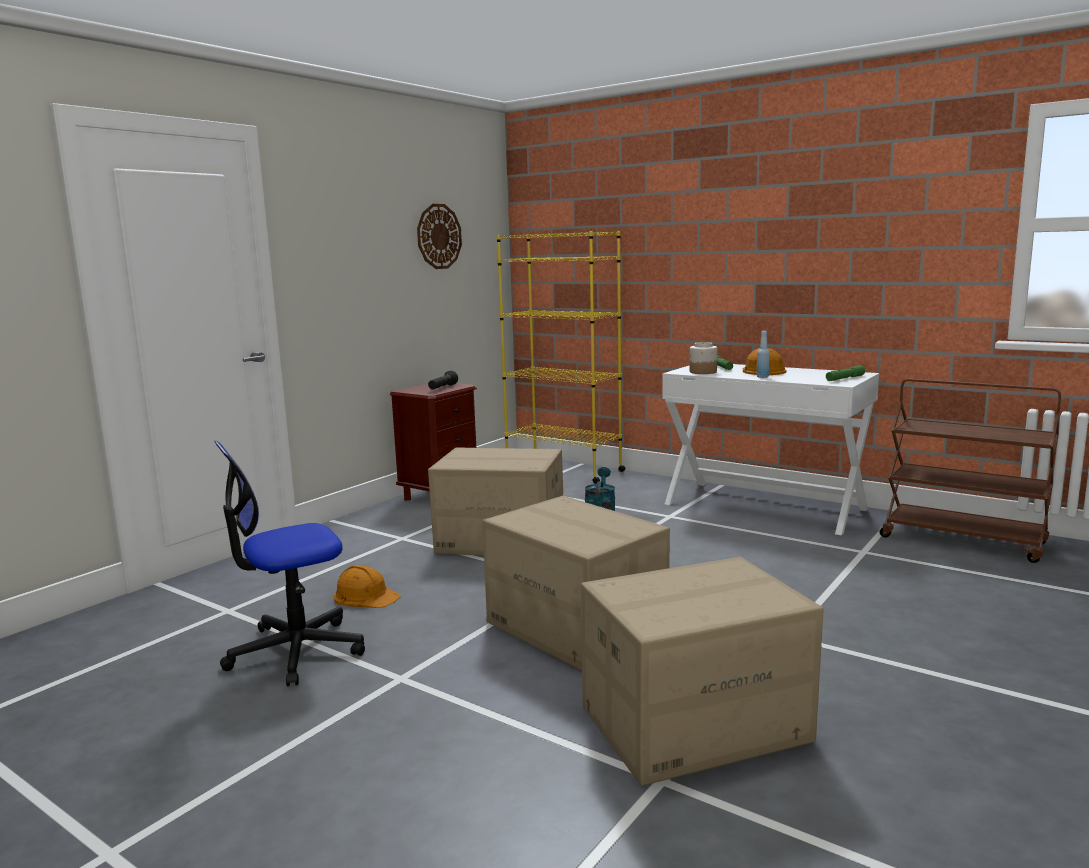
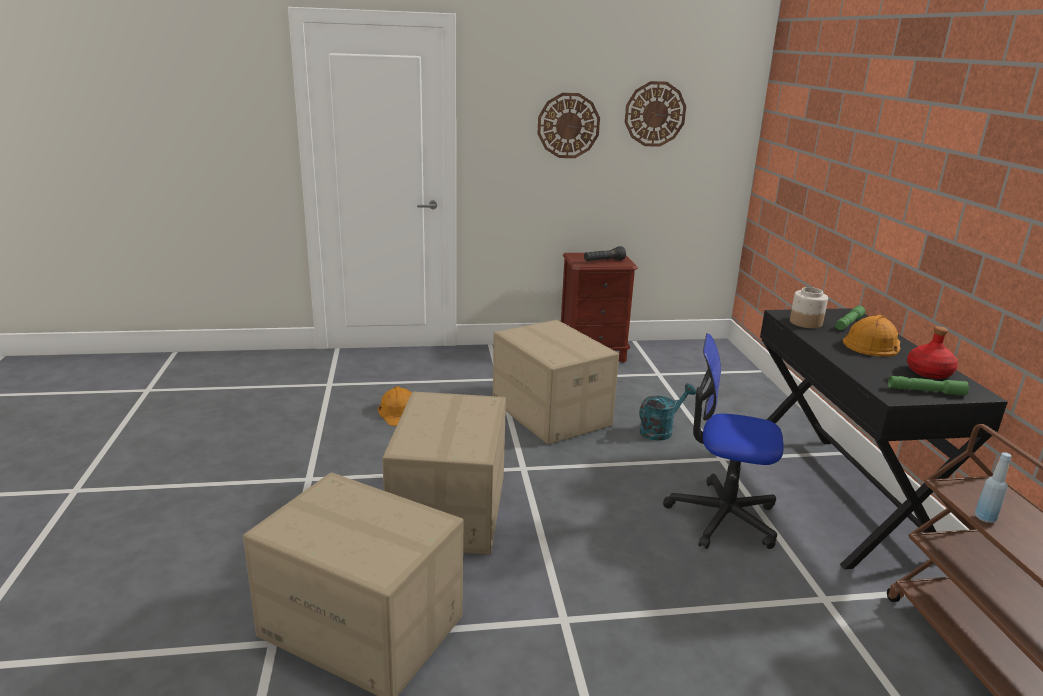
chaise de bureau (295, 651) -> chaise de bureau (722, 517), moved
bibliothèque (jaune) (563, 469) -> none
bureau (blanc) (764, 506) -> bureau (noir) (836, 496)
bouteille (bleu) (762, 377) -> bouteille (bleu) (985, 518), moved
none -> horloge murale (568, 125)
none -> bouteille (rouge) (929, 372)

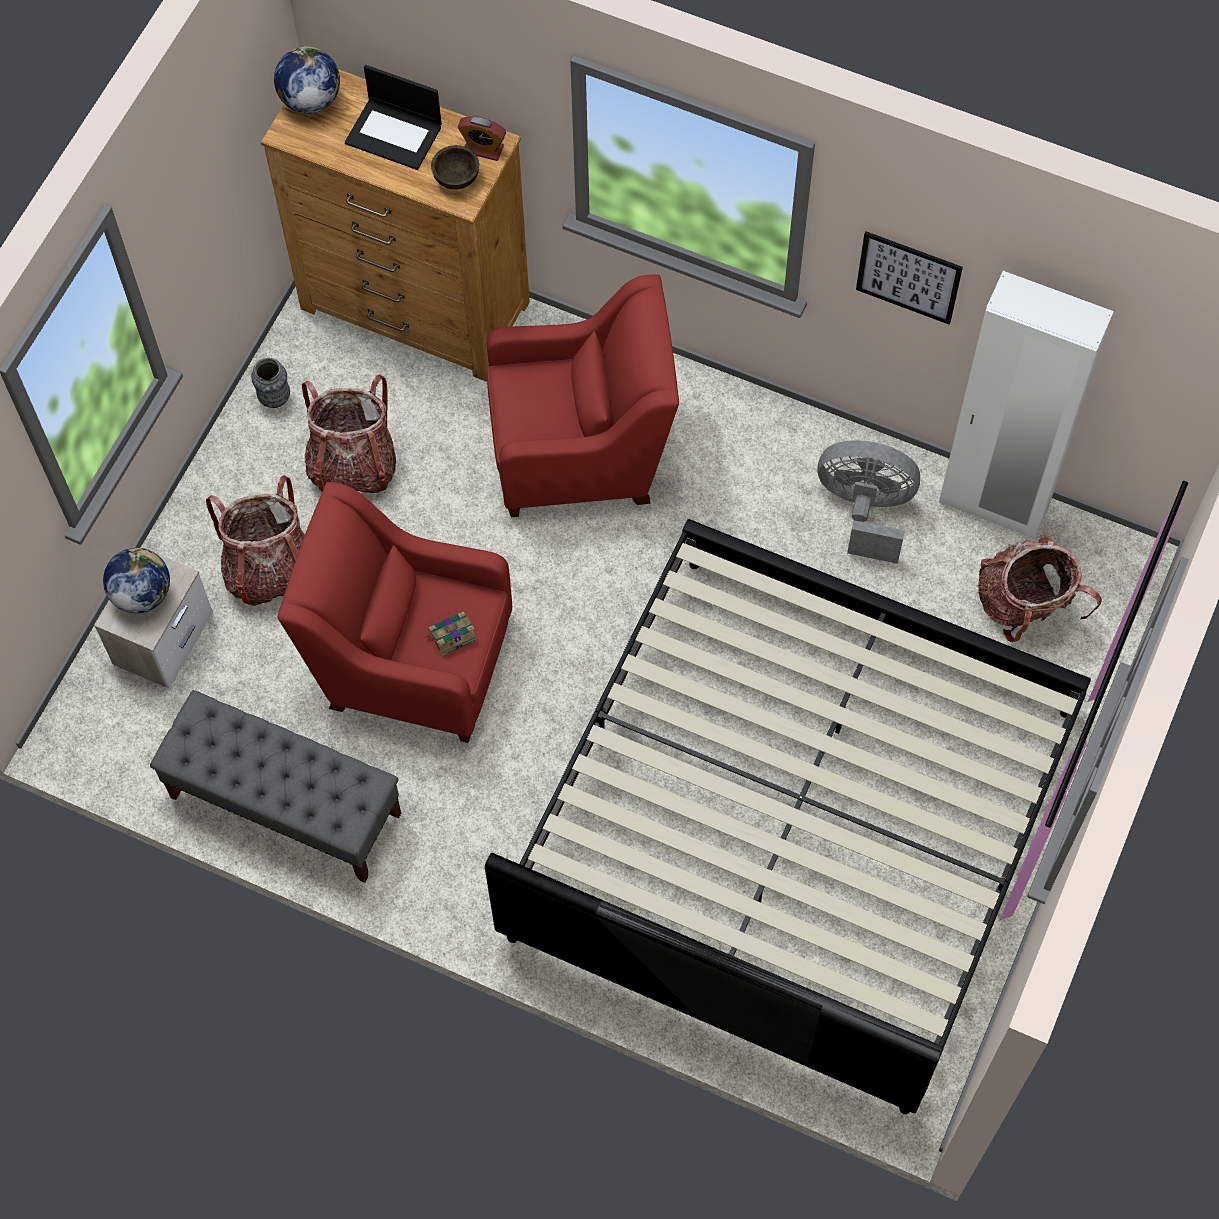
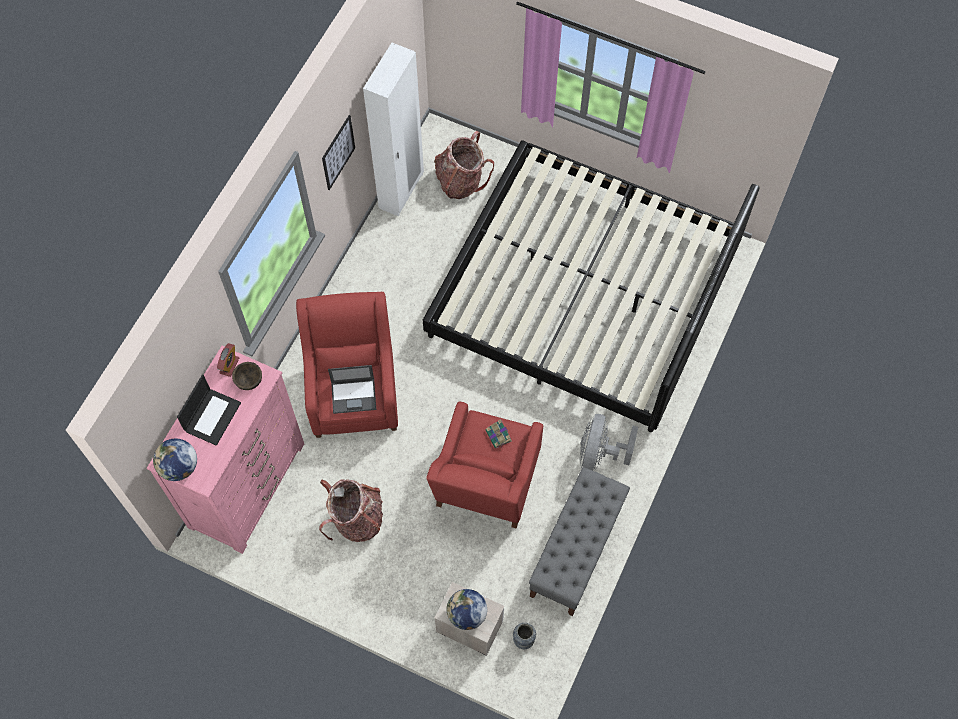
sac à dos (270, 570) -> none
vase (275, 399) -> vase (523, 640), moved
commode (marron) (415, 306) -> commode (rose) (247, 485)
ventilateur (gris) (865, 510) -> ventilateur (gris) (599, 454), moved
none -> ordinateur portable (354, 395)

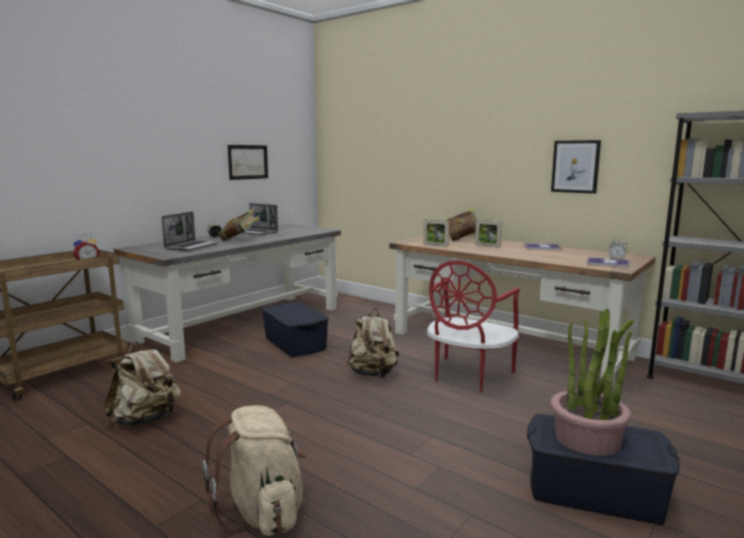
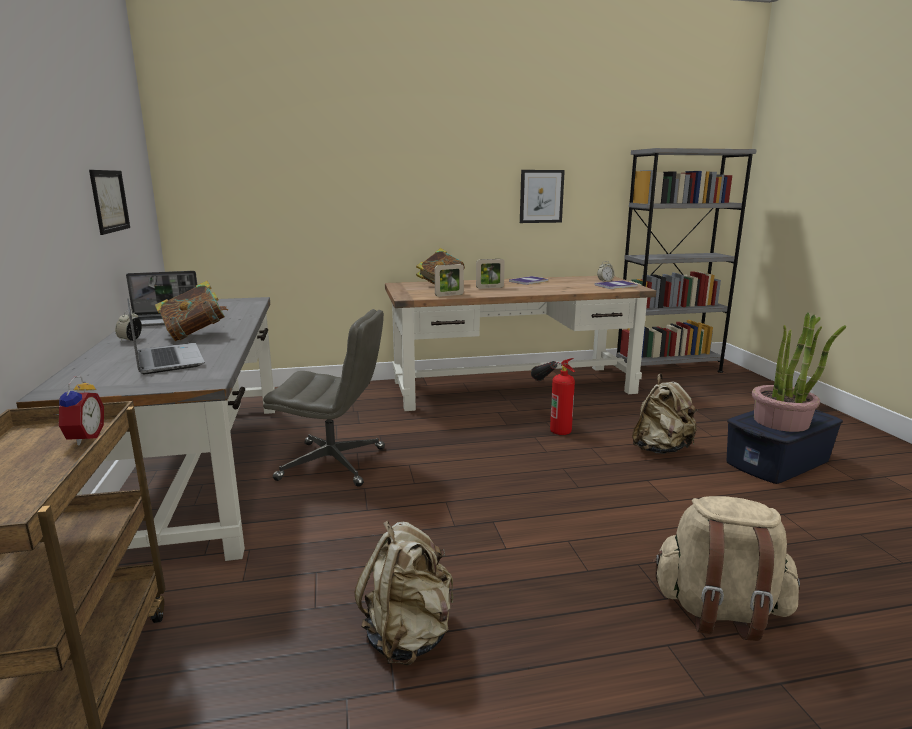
boîte de rangement (bleu) (294, 343) -> chaise de bureau (gris) (334, 464)
sac à dos (beige) (373, 374) -> sac à dos (beige) (661, 449), moved
chaise (rouge) (468, 375) -> extincteur (551, 423)

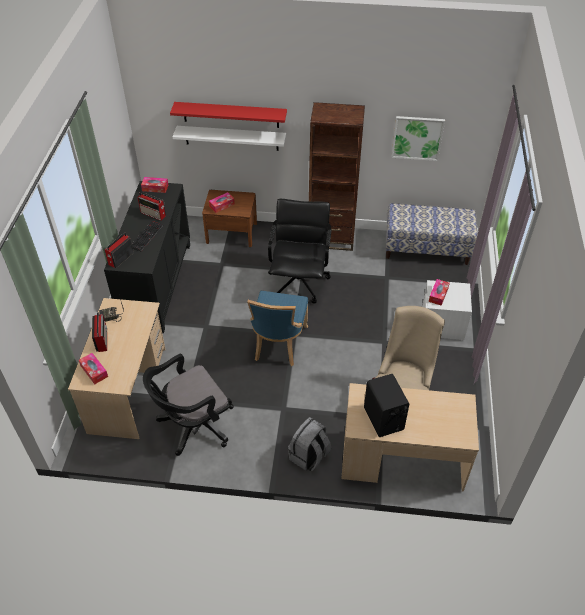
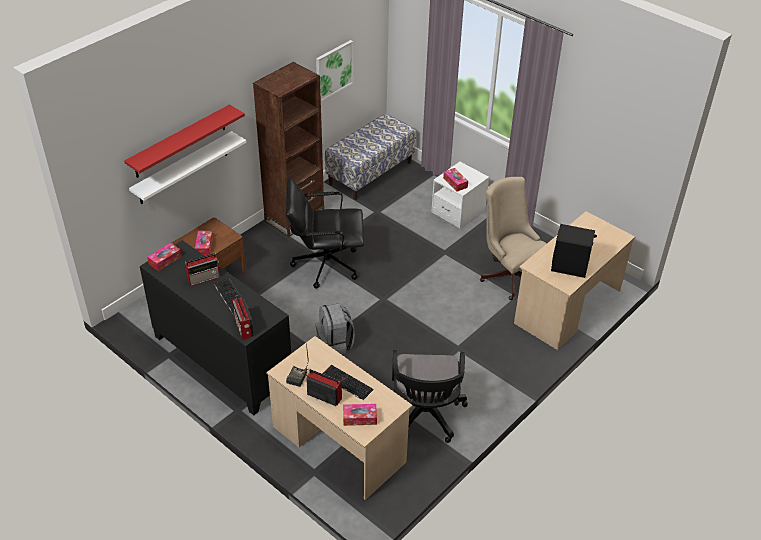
chaise (bleu) (278, 344) -> none
chaise de bureau (noir) (299, 282) -> chaise de bureau (noir) (325, 264), 45 degrees counterclockwise
sac à dos (gris) (309, 456) -> sac à dos (gris) (335, 344), moved
none -> clavier (346, 382)

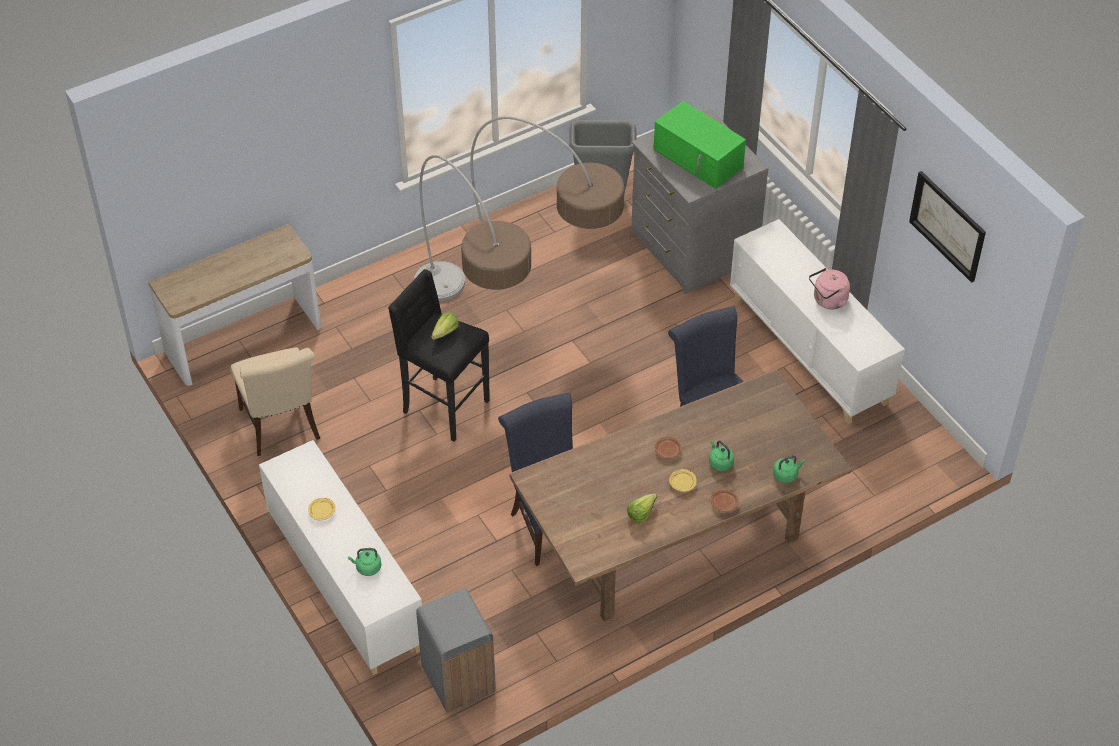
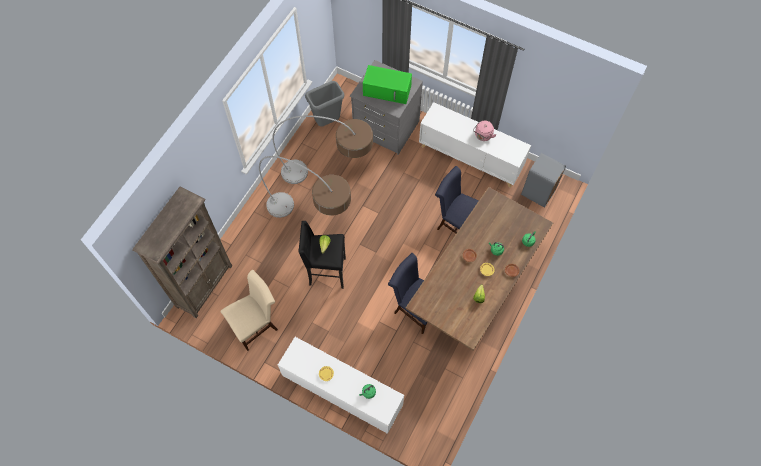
table console (244, 340) -> bibliothèque (marron) (204, 285)
chaise (beige) (282, 427) -> chaise (beige) (256, 324), 75 degrees counterclockwise
poubelle (gris) (459, 680) -> poubelle (gris) (538, 192), moved
tableau (948, 225) -> none

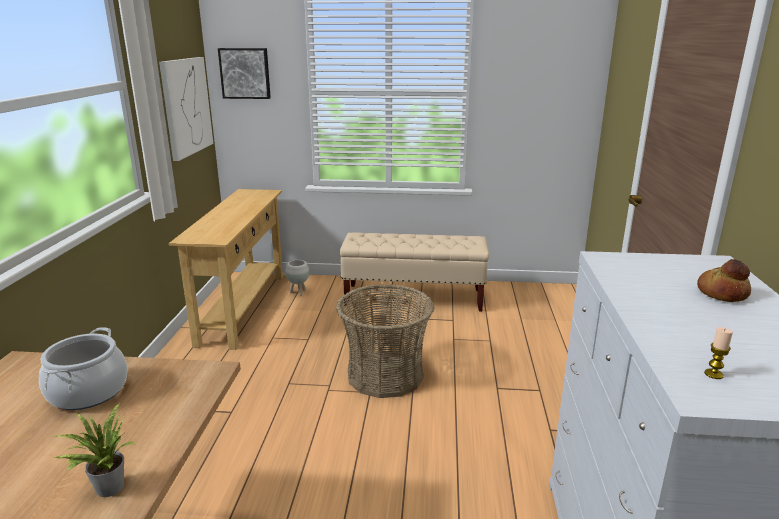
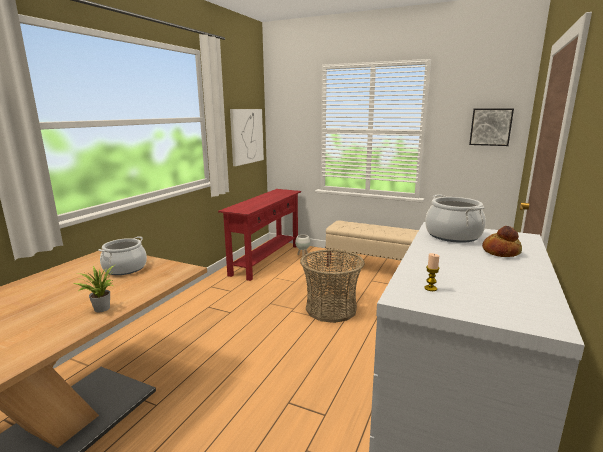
table console (beige) (242, 308) -> table console (rouge) (265, 259)
tableau (245, 73) -> tableau (490, 127), moved
none -> marmite (453, 235)

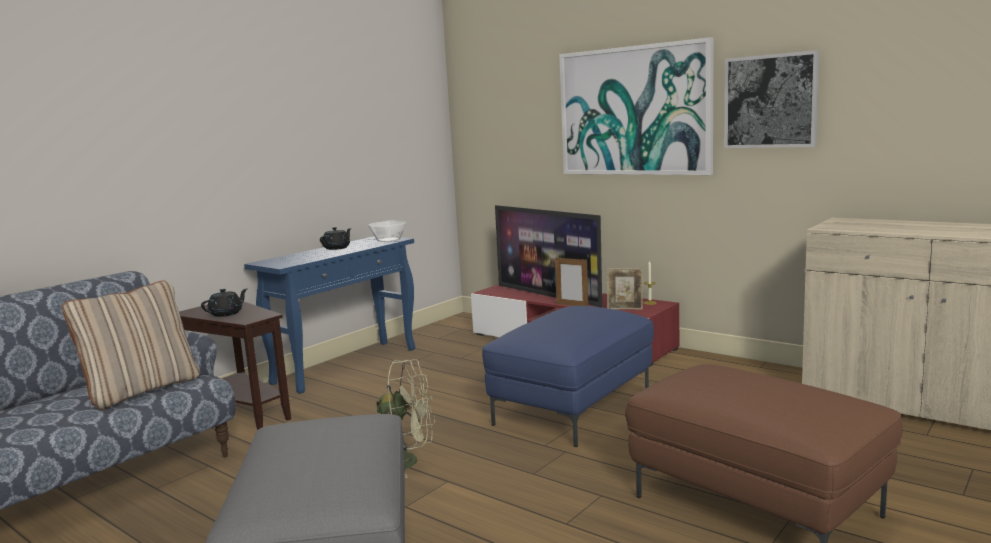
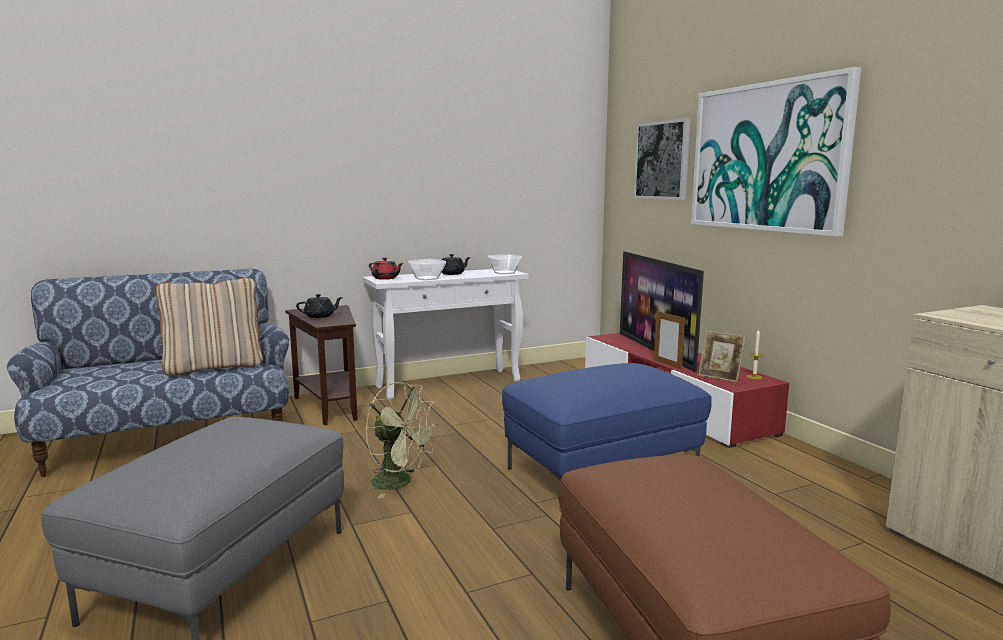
table console (bleu) (346, 365) -> table console (blanc) (449, 383)
tableau (770, 101) -> tableau (662, 160), moved
none -> théière (rouge) (386, 278)
none -> bol (427, 278)

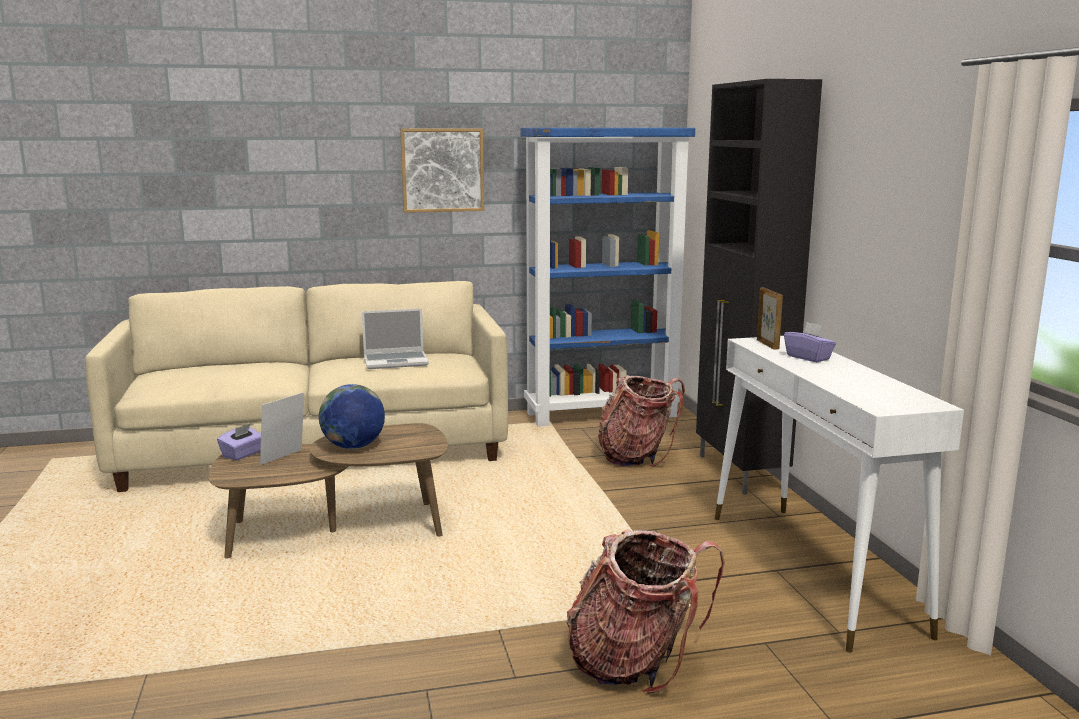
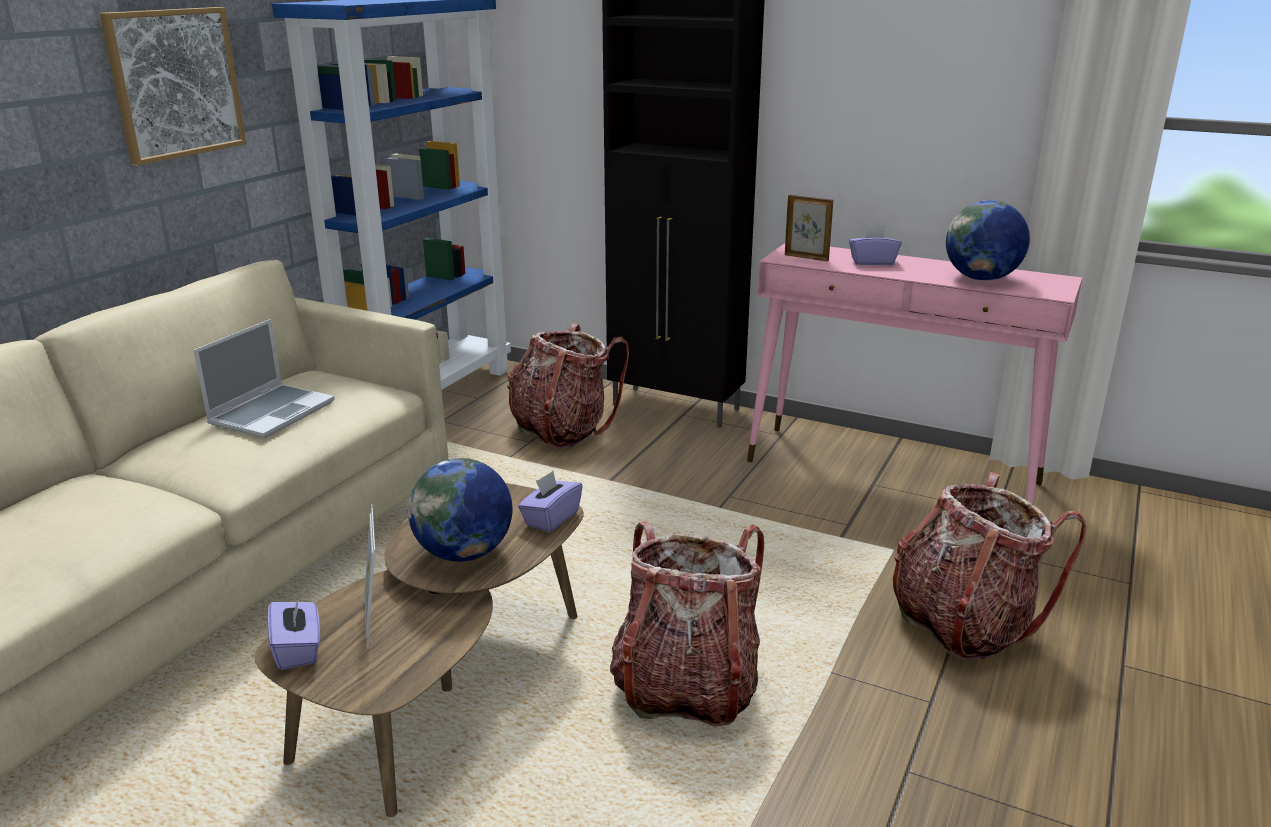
table console (blanc) (812, 571) -> table console (rose) (892, 472)
none -> boîte à mouchoirs (violet) (551, 518)
none -> sac à dos (686, 687)
none -> globe (981, 278)

